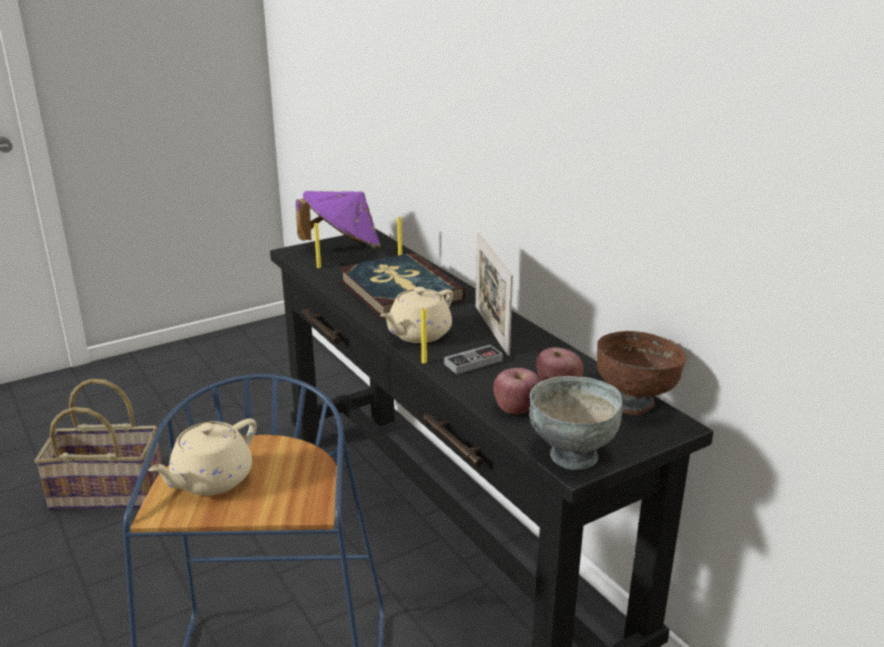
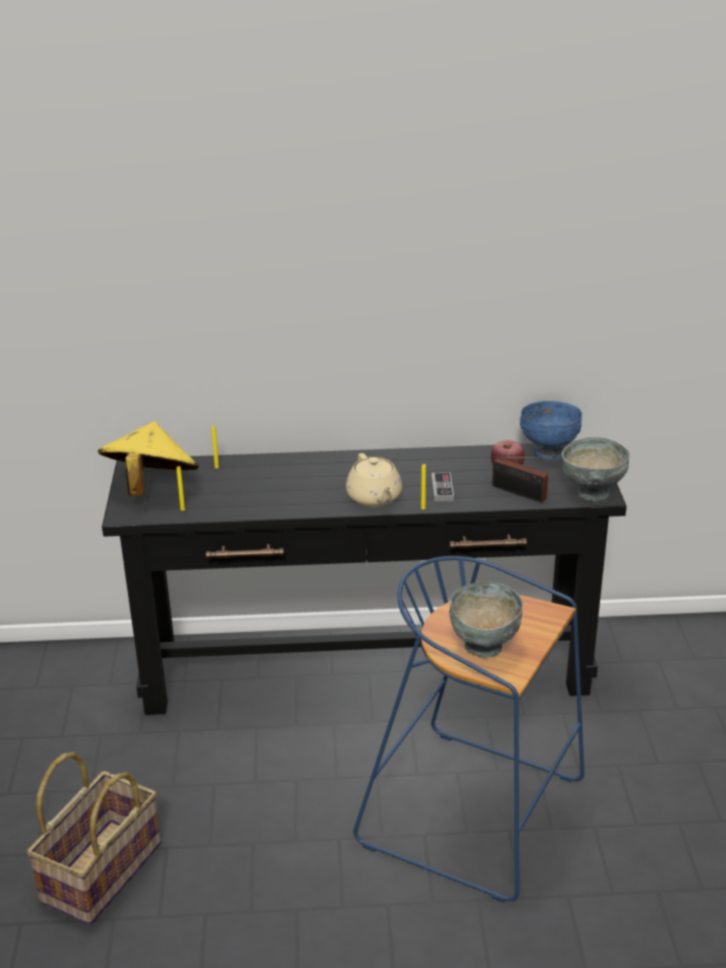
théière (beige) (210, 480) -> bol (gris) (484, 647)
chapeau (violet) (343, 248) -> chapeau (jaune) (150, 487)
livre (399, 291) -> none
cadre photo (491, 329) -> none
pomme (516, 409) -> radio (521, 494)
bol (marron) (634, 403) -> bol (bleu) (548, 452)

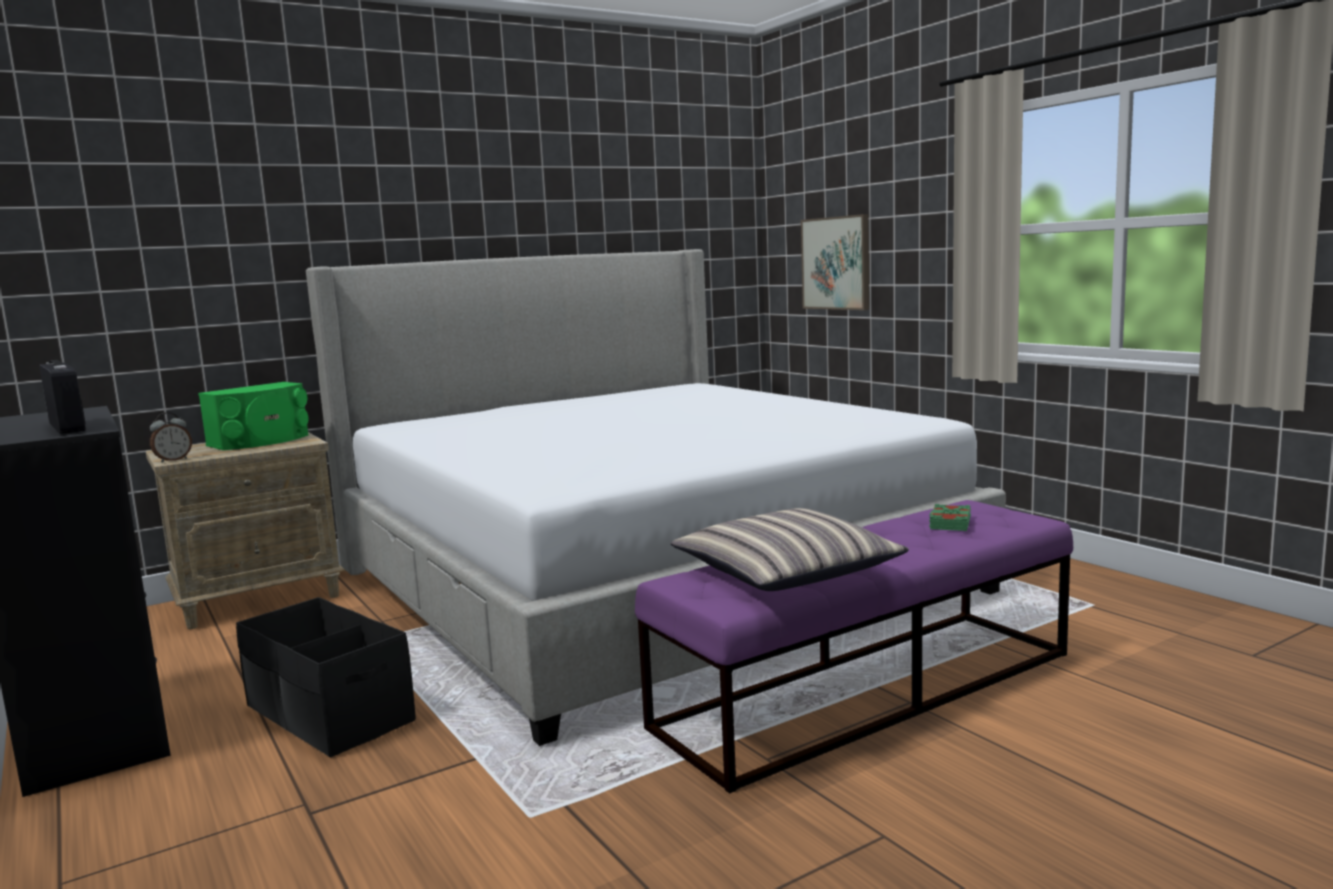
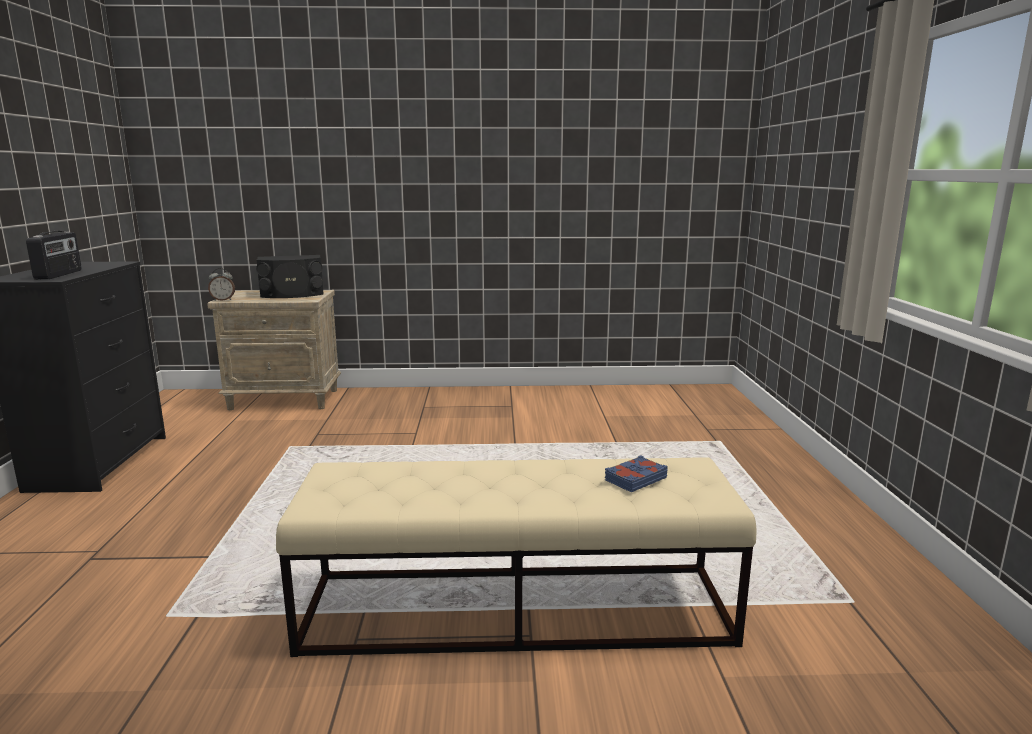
enceinte (vert) (261, 441) -> enceinte (noir) (292, 294)
boîte de rangement (noir) (328, 714) -> none
lit (643, 579) -> none
banc (violet) (869, 689) -> banc (beige) (517, 609)
coussin (786, 572) -> none
tableau (836, 263) -> none
livre (vert) (949, 523) -> livre (bleu) (635, 479)

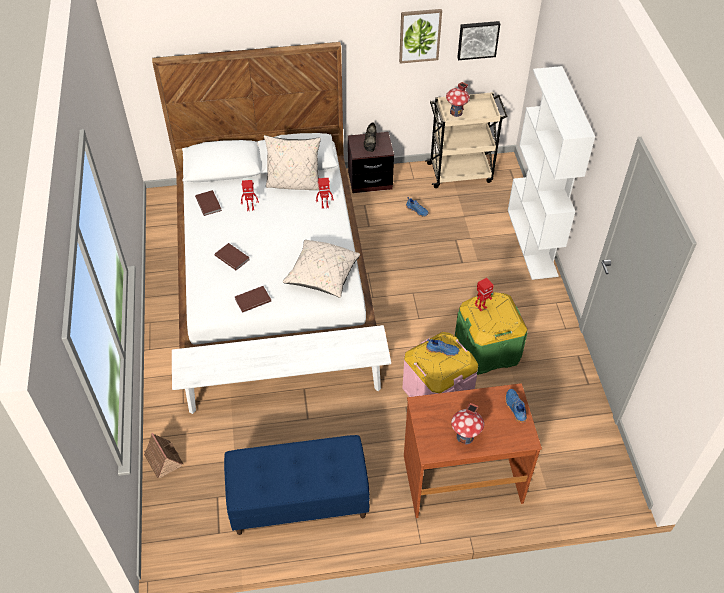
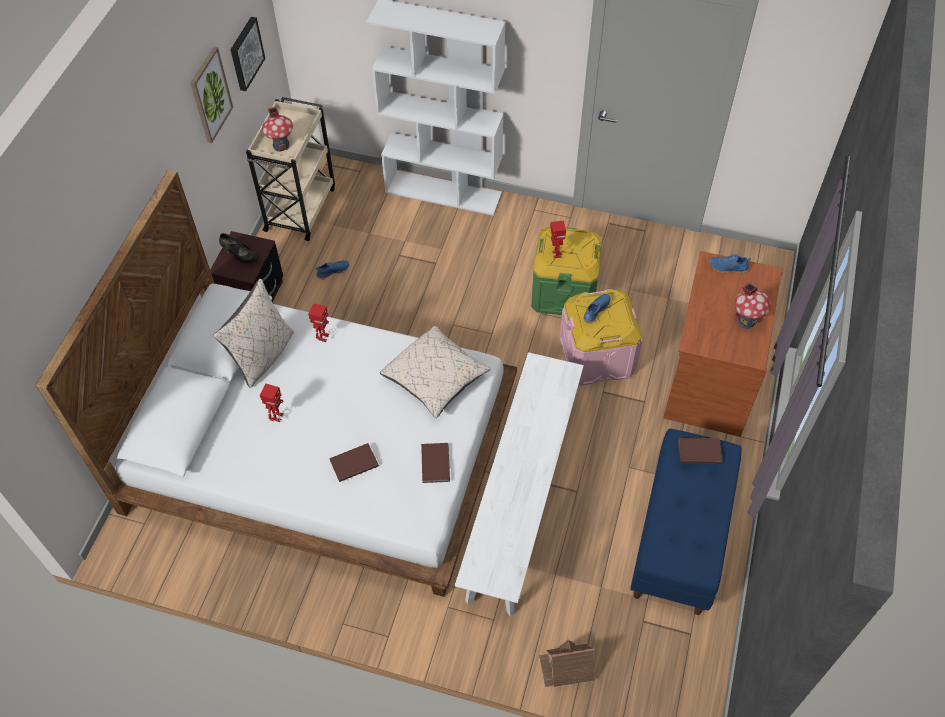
livre (marron) (209, 203) -> livre (marron) (699, 450), moved

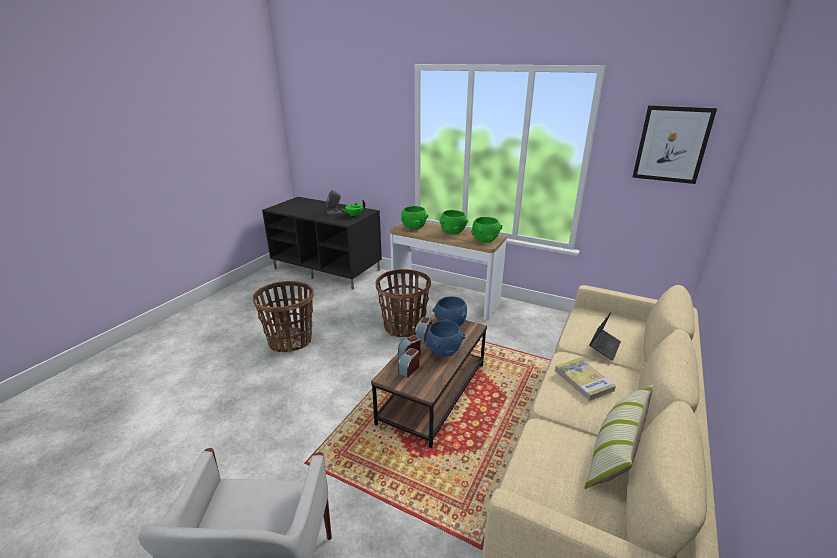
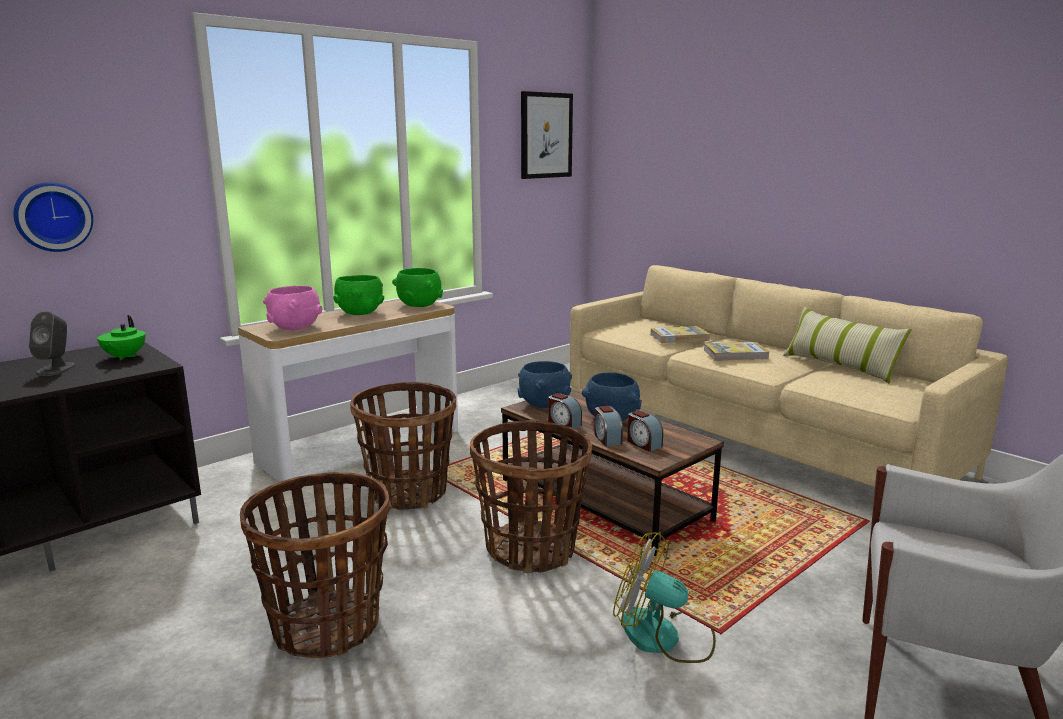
bol (vert) (414, 228) -> bol (rose) (295, 328)
ordinateur portable (604, 347) -> livre (679, 337)
none -> horloge murale (53, 216)
none -> panier (531, 549)
none -> ventilateur (664, 637)

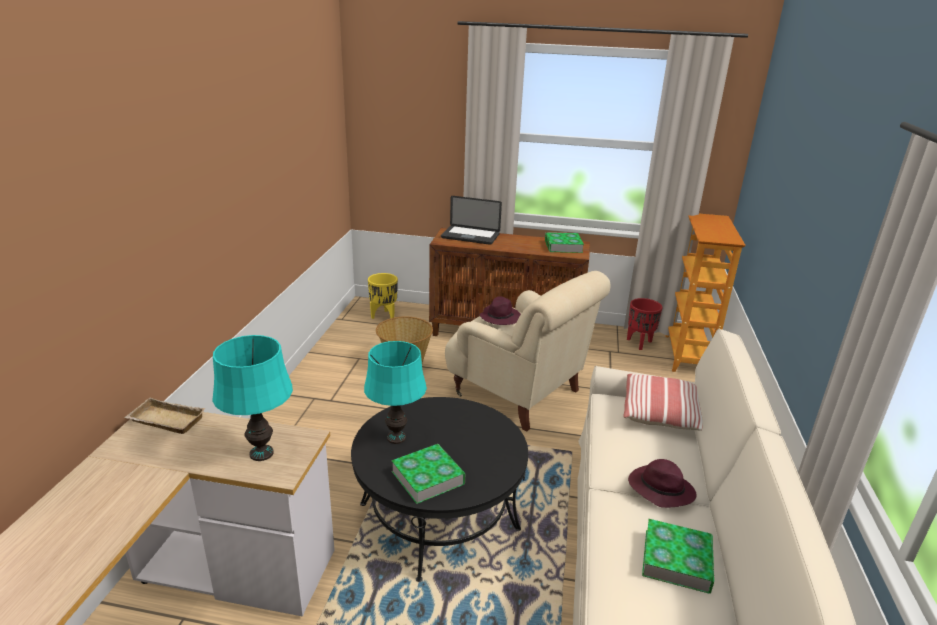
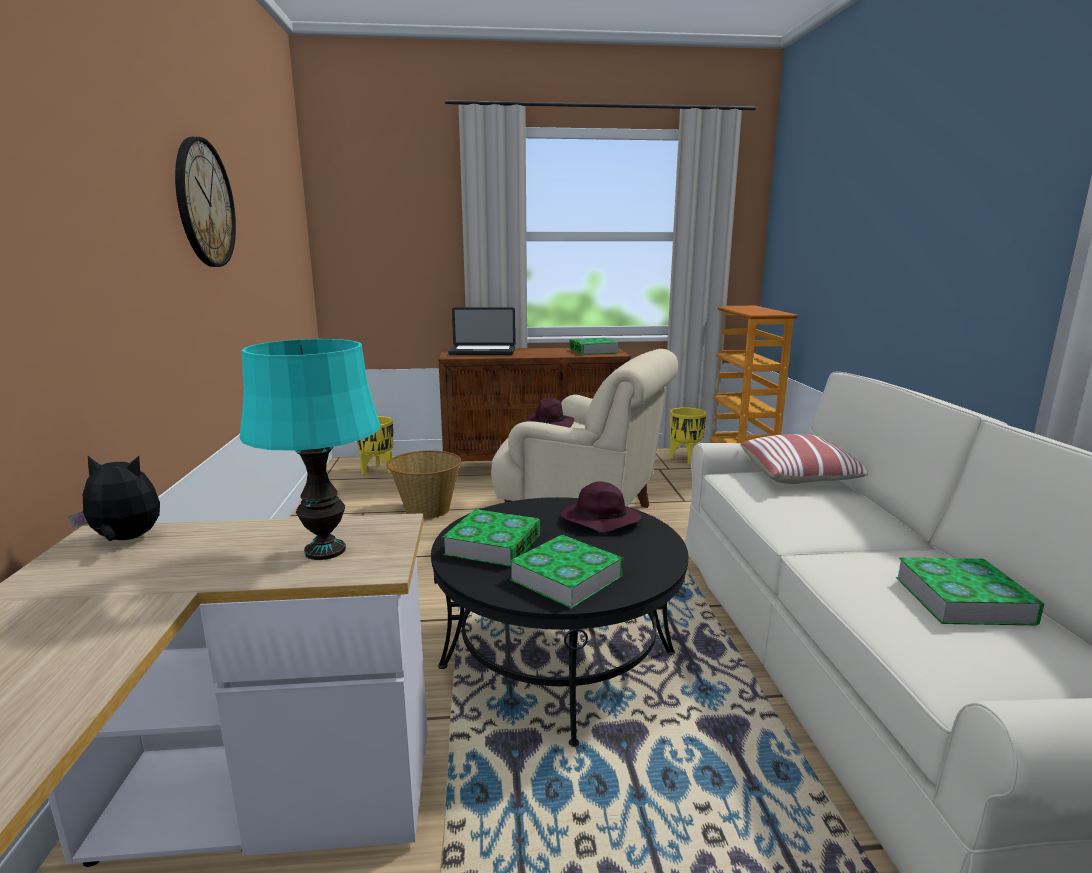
plateau (beige) (164, 421) -> peluche (125, 540)
lampe de table (turquoise) (396, 438) -> livre (493, 545)
cache-pot (rouge) (639, 343) -> cache-pot (jaune) (685, 459)
chapeau (violet) (659, 489) -> chapeau (violet) (599, 520), moved
none -> horloge murale (204, 203)

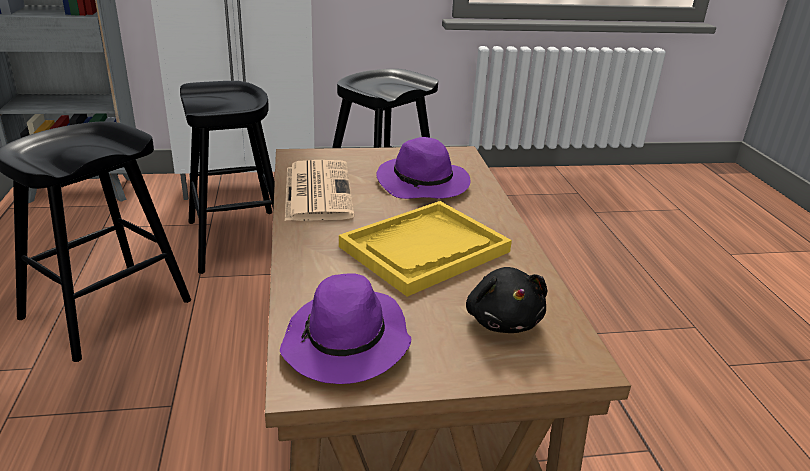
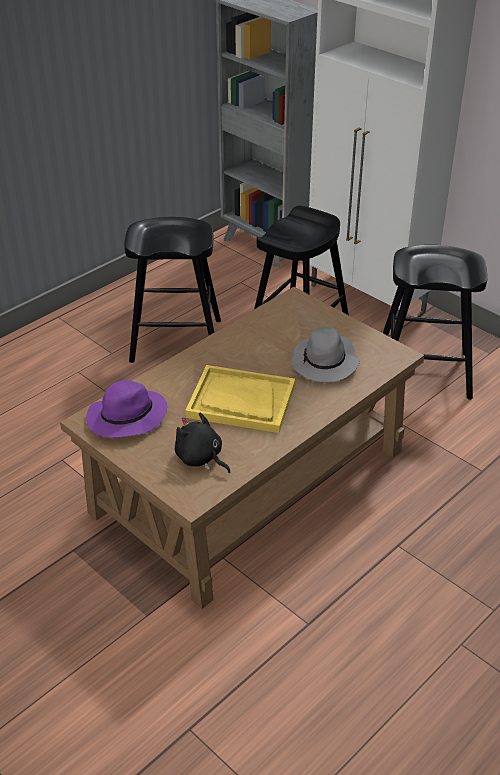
journal (317, 191) -> none
chapeau (violet) (423, 184) -> chapeau (gris) (325, 363)
peluche (noir) (503, 320) -> peluche (noir) (200, 458), 90 degrees clockwise

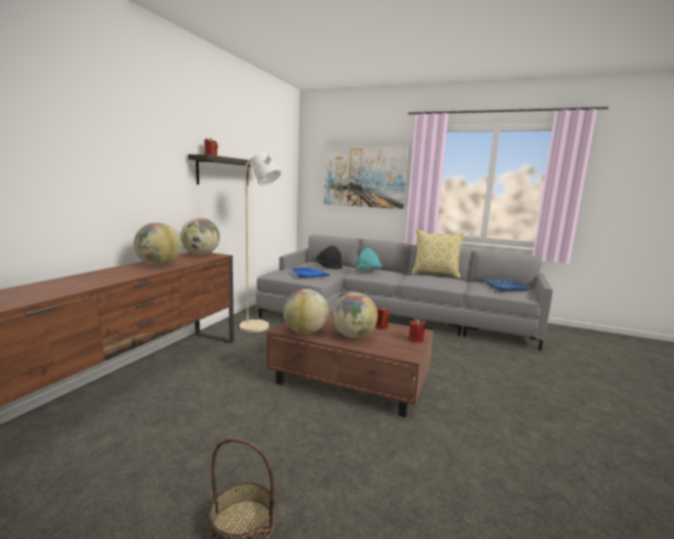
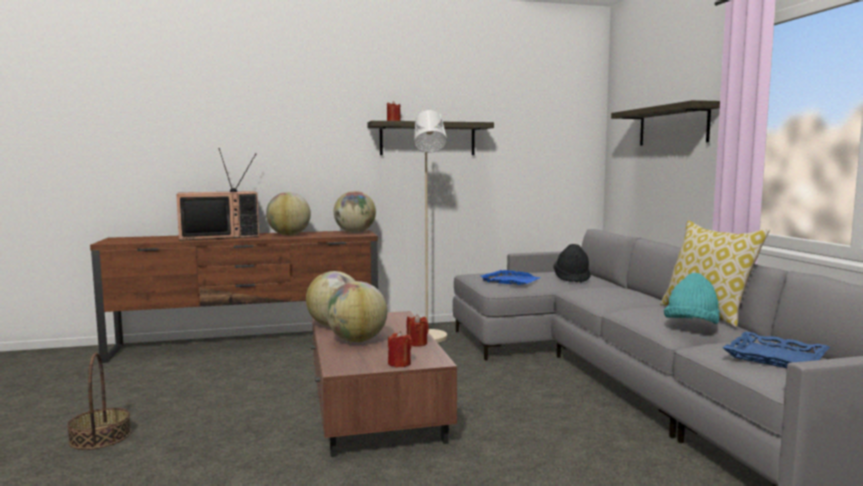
tableau (364, 174) -> étagère (673, 125)
chapeau (turquoise) (368, 271) -> chapeau (turquoise) (691, 326), moved
none -> téléviseur (220, 236)

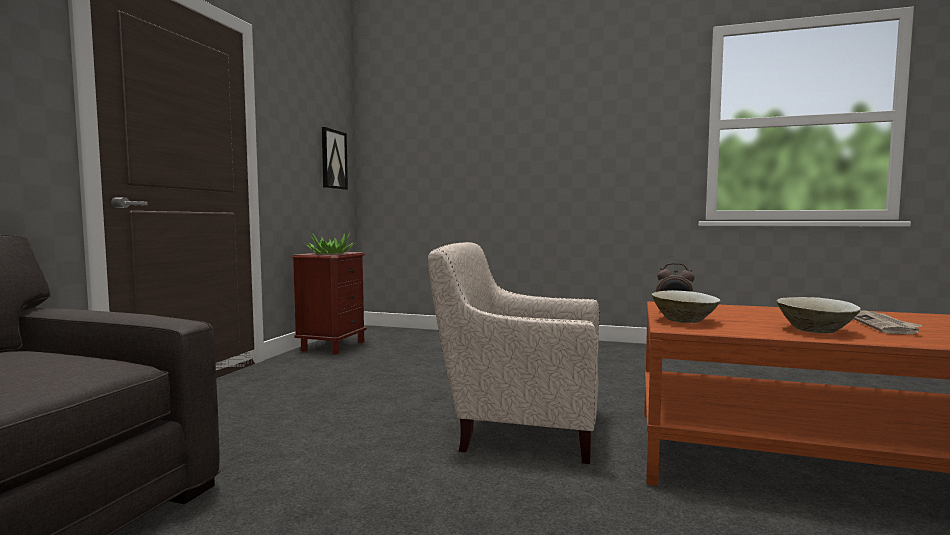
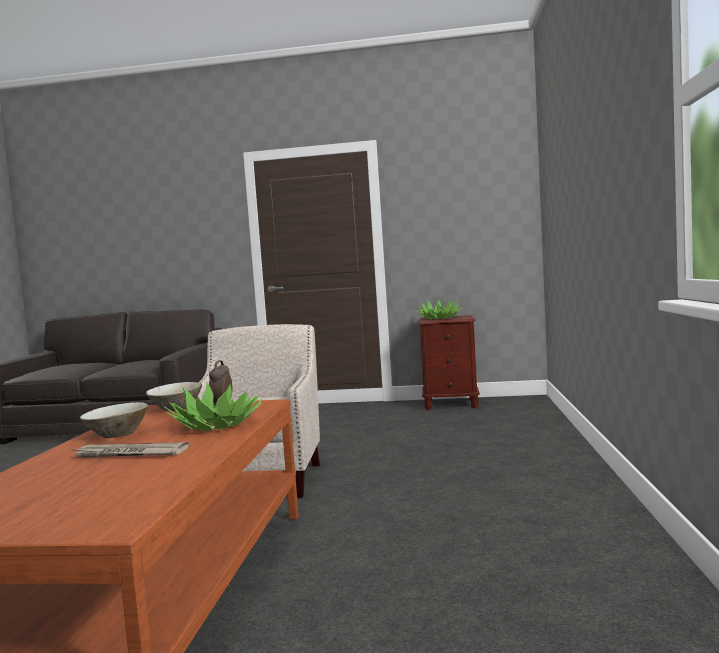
tableau (333, 159) -> none
none -> plante en pot (216, 425)

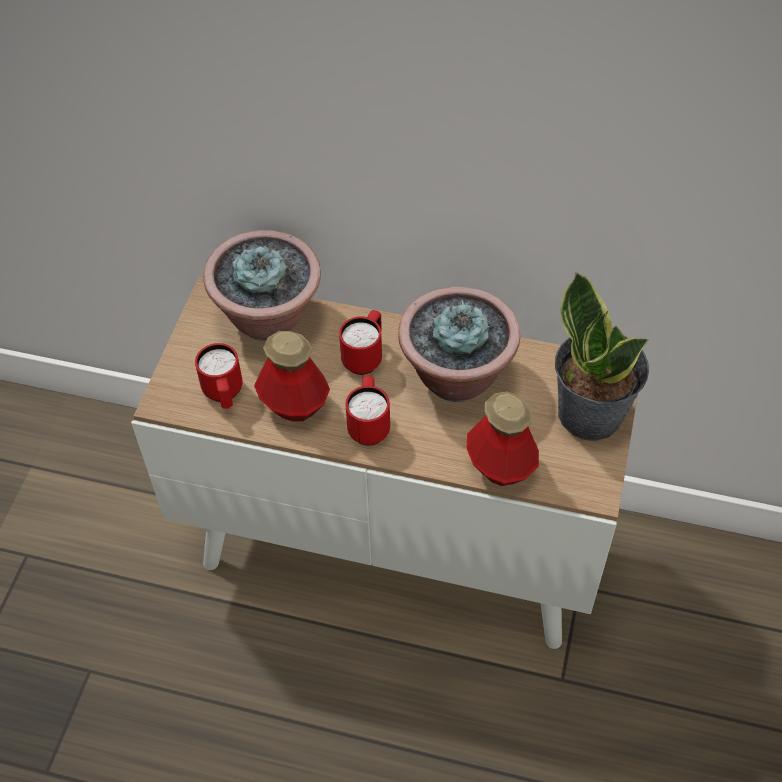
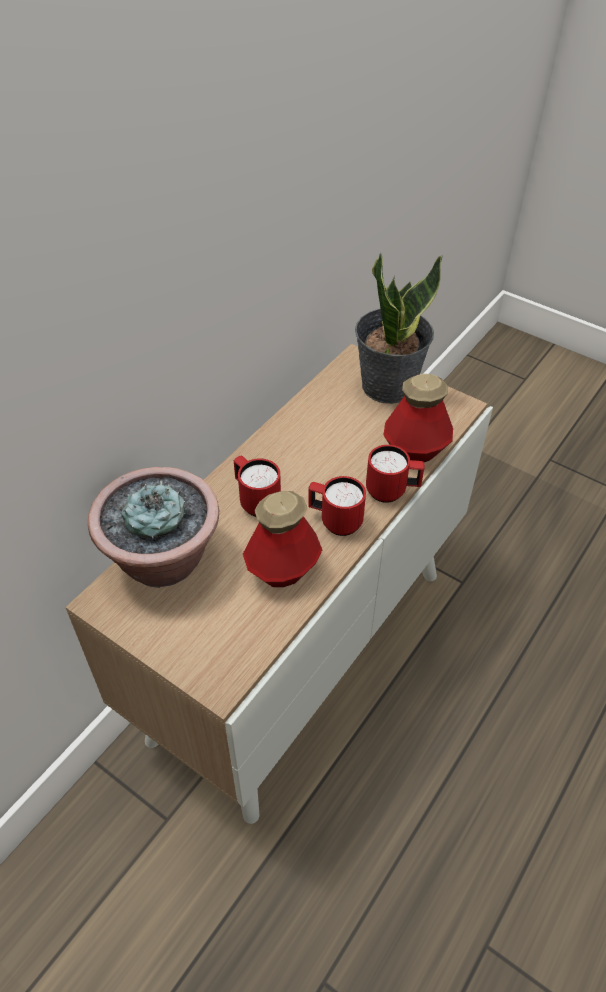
mug (rouge) (224, 395) -> mug (rouge) (392, 491), moved
plante en pot (456, 376) -> none

